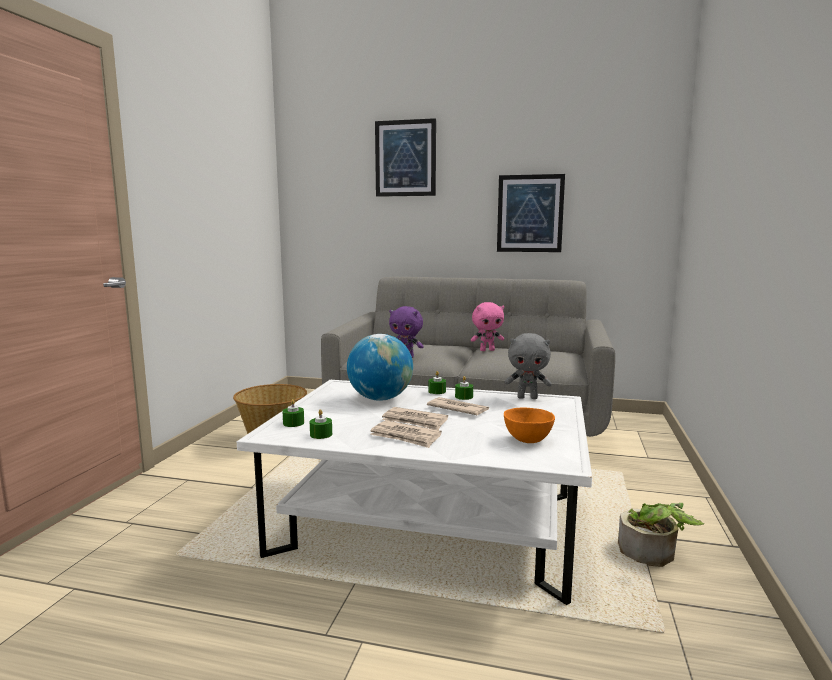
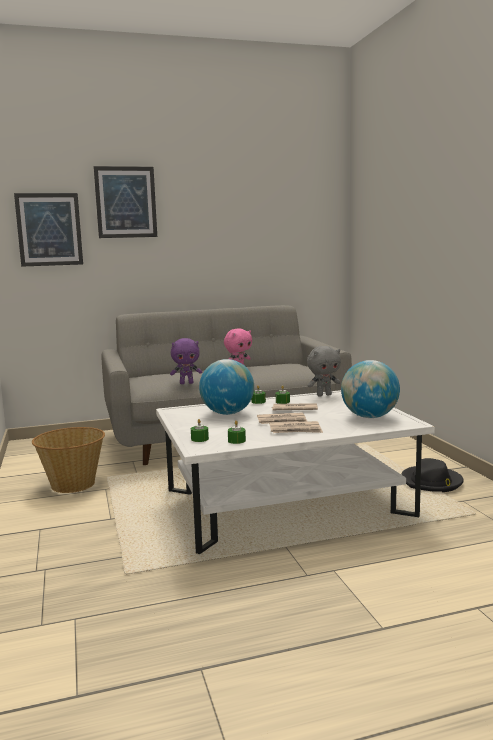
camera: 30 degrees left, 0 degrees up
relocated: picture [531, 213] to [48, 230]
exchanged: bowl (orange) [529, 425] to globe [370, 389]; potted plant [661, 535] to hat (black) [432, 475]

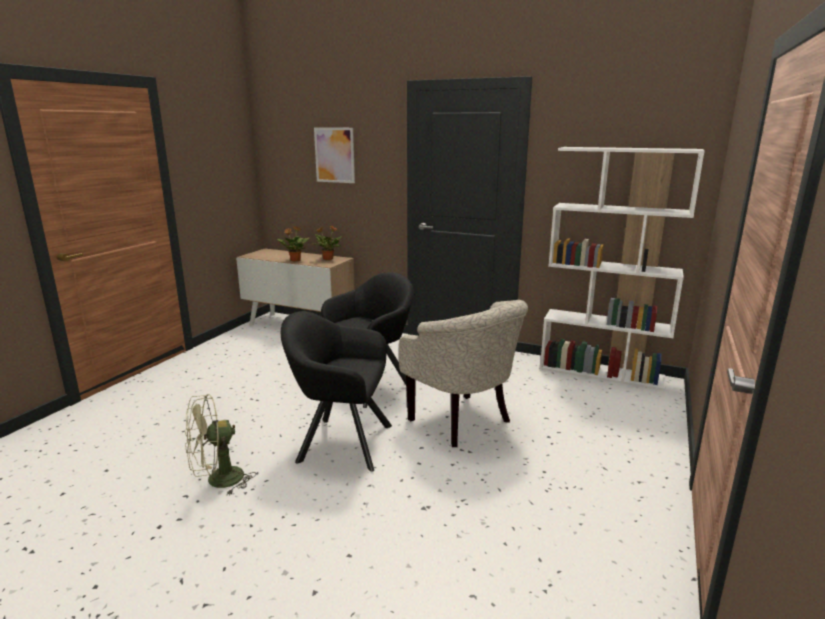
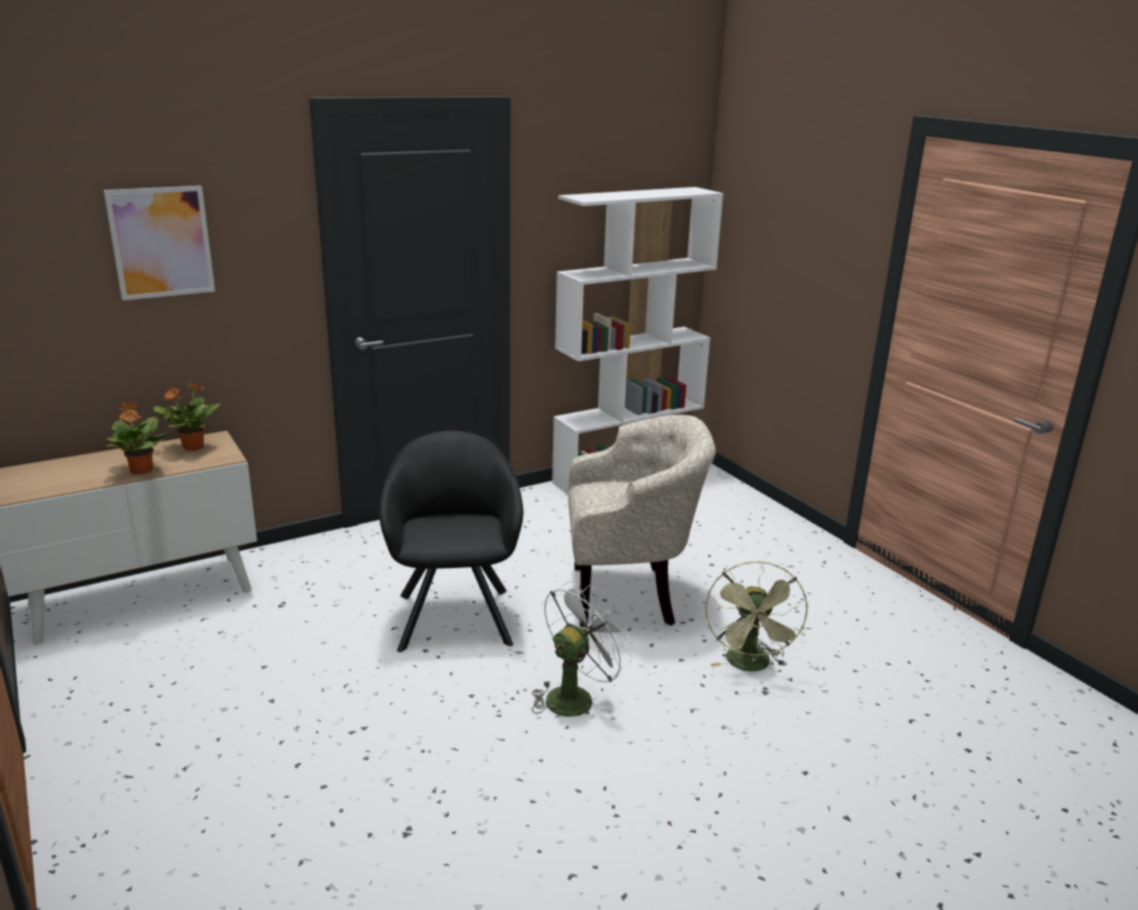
camera: 55 degrees left, 5 degrees up
relocated: fan (green) [220, 445] to [757, 616]
exchanged: armchair (black) [336, 391] to fan (white) [582, 649]

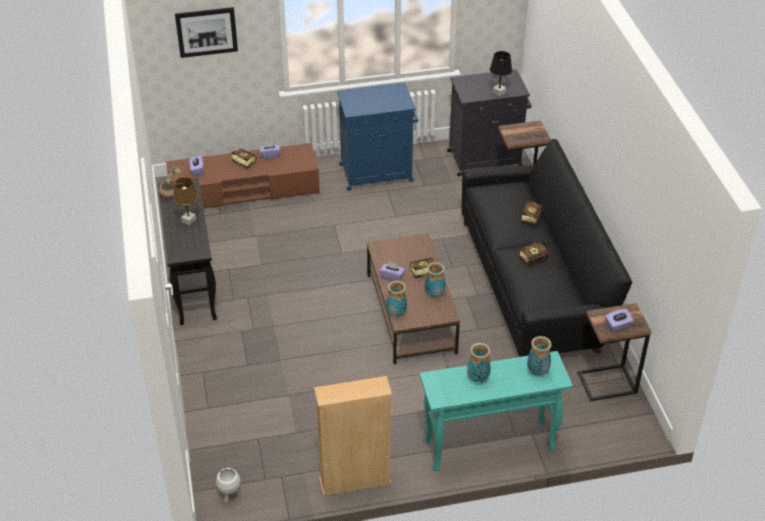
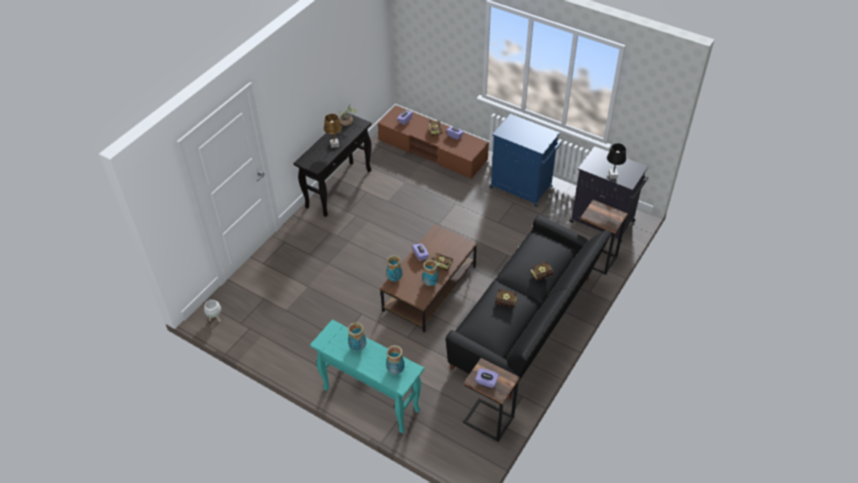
camera: 45 degrees right, 5 degrees up
missing: picture [206, 32]; bookcase (beige) [353, 436]

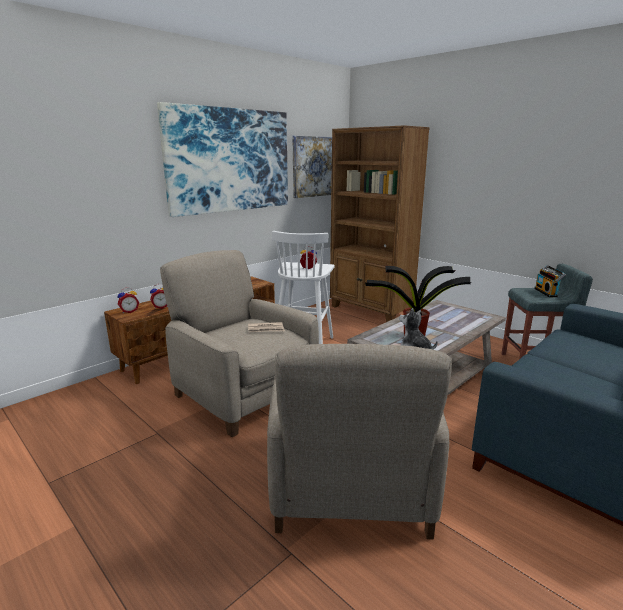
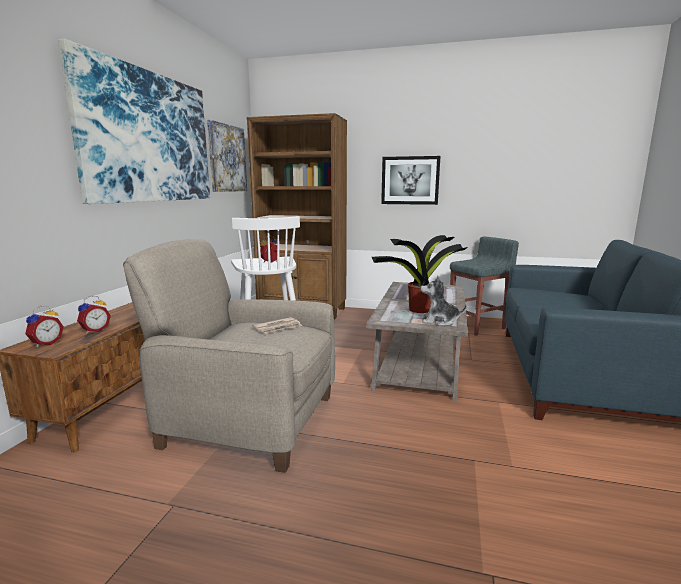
camera: 30 degrees left, 5 degrees down
missing: armchair (beige) [359, 442]; radio [550, 281]
appeared: picture [410, 180]

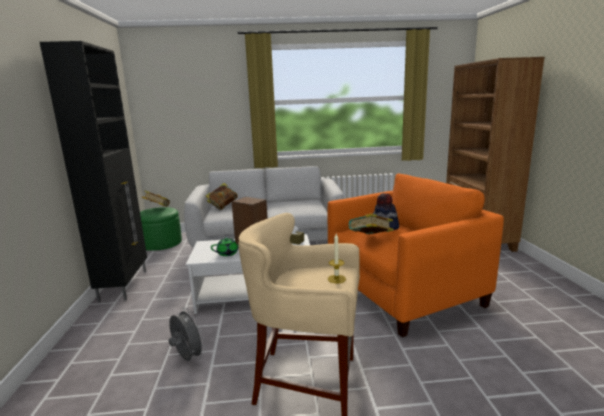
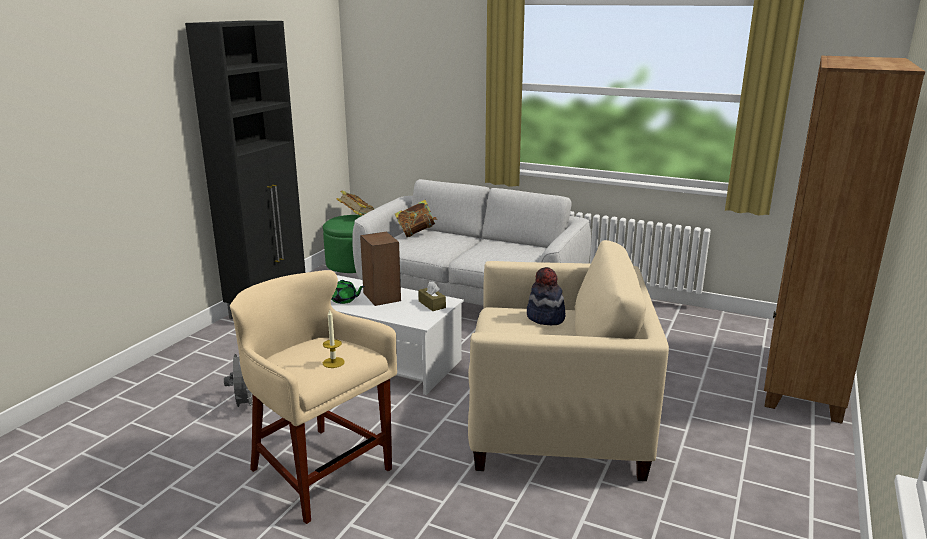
camera: 30 degrees right, 5 degrees up
missing: book [371, 223]
colour: armchair (orange) [415, 255] to armchair (beige) [568, 360]

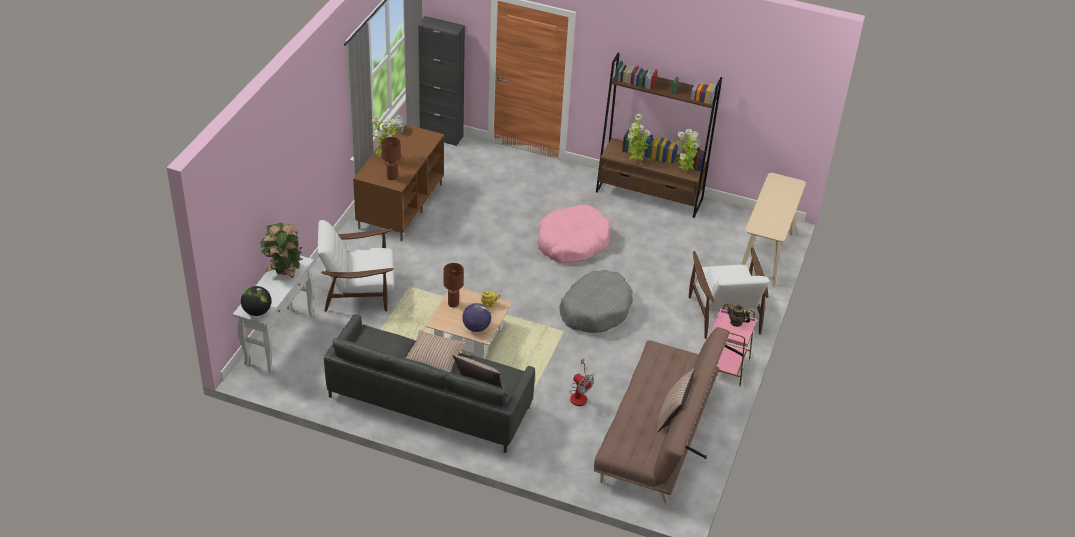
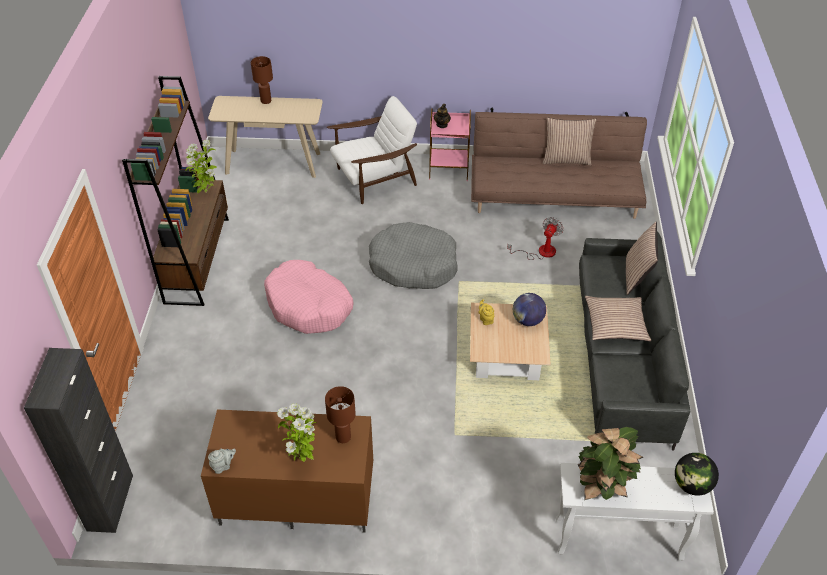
camera: 105 degrees left, 5 degrees up
missing: armchair (white) [356, 266]; potted plant [638, 137]
relocated: table lamp (brown) [453, 285] to [262, 80]

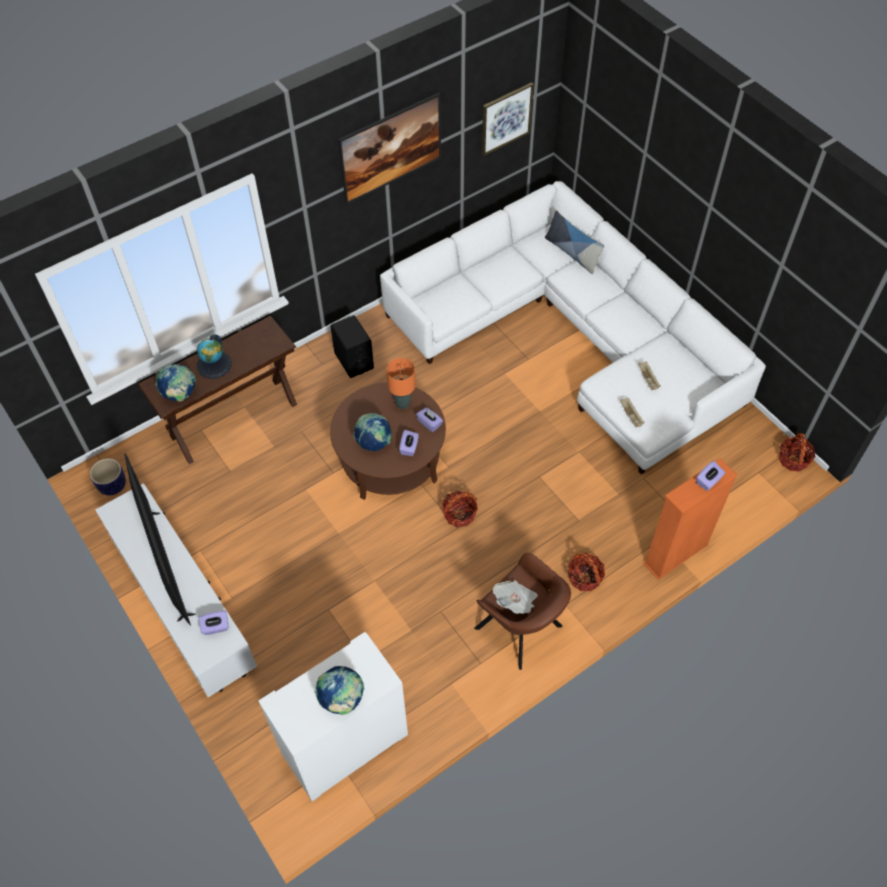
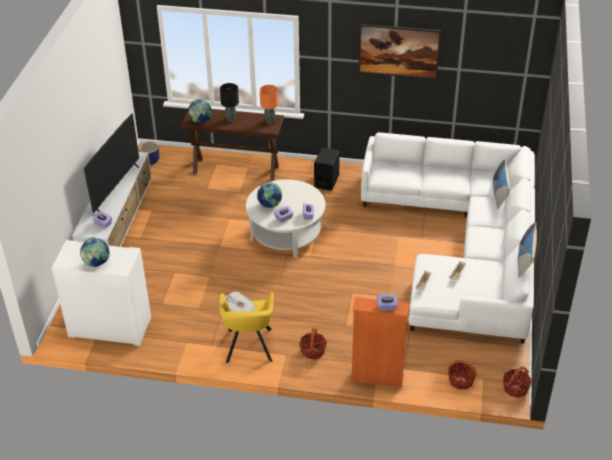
camera: 45 degrees right, 15 degrees down
missing: picture [508, 119]
appeared: pillow [527, 249]
relocated: table lamp (orange) [400, 383] to [269, 104]; basket [460, 509] to [462, 374]
exchanged: globe [214, 356] to table lamp (black) [229, 102]
colour: coffee table (brown) [388, 441] to coffee table (white) [285, 218]; armchair (brown) [522, 611] to armchair (yellow) [247, 327]

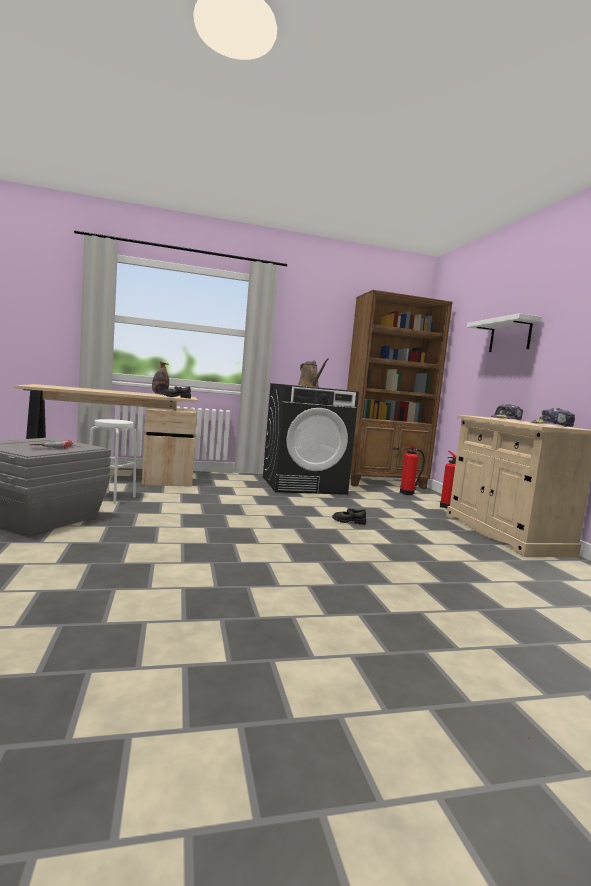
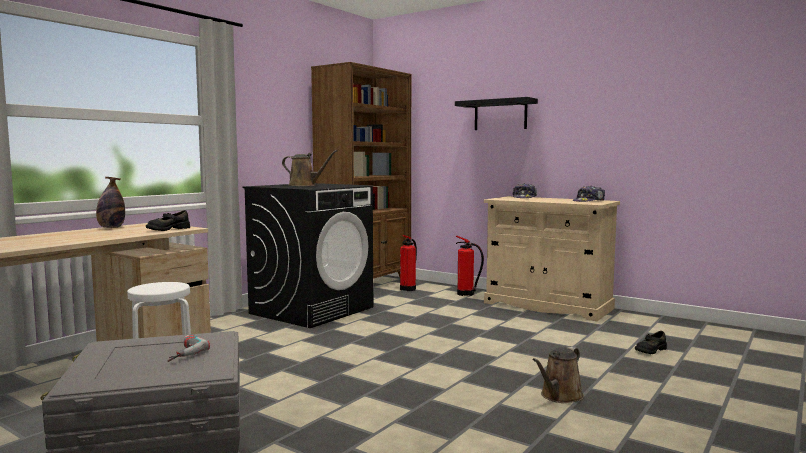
camera: 40 degrees left, 0 degrees up
appeared: watering can (brown) [558, 375]
relocated: shoe (black) [349, 517] to [651, 342]
colour: shelf (white) [504, 332] to shelf (black) [496, 113]

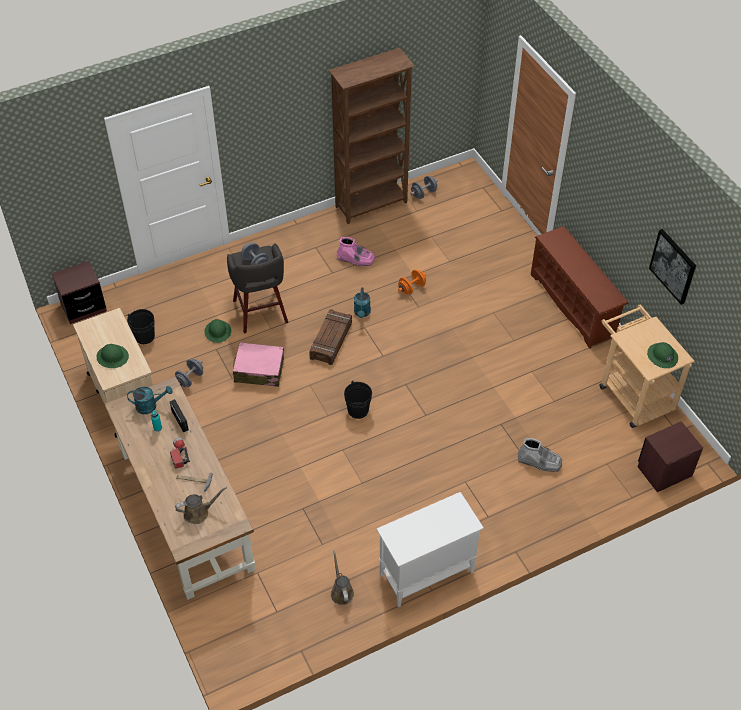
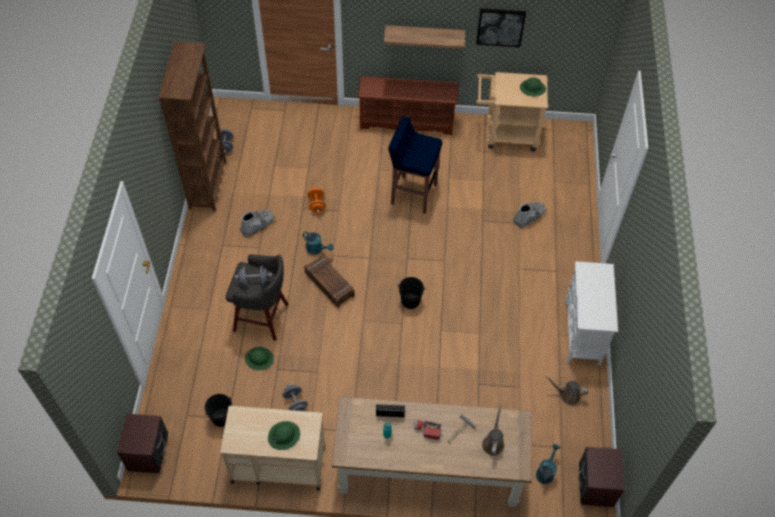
camera: 60 degrees left, 5 degrees up
missing: suitcase (pink) [258, 364]
appeared: shelf [424, 37]; stool (blue) [415, 165]
relocated: watering can (turquoise) [150, 400] to [548, 464]; nightstand (brown) [670, 456] to [601, 477]
colour: boot (pink) [355, 251] to boot (grey) [257, 223]

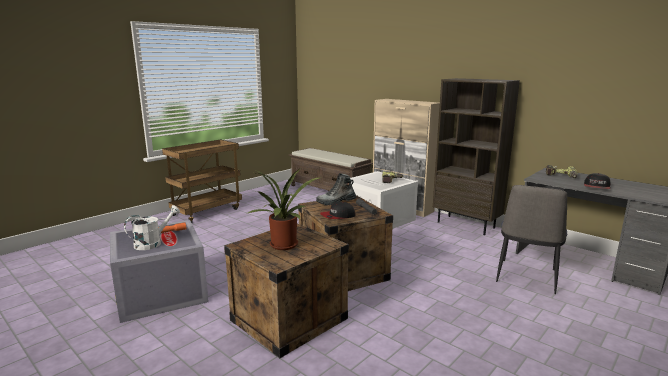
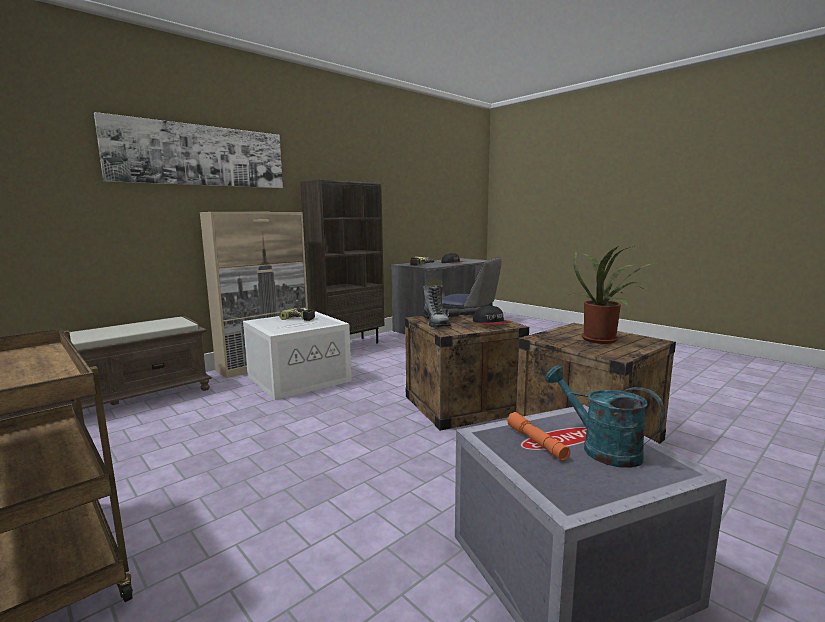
camera: 85 degrees left, 5 degrees down
appeared: picture [188, 150]
colour: watering can (white) [152, 227] to watering can (turquoise) [605, 416]

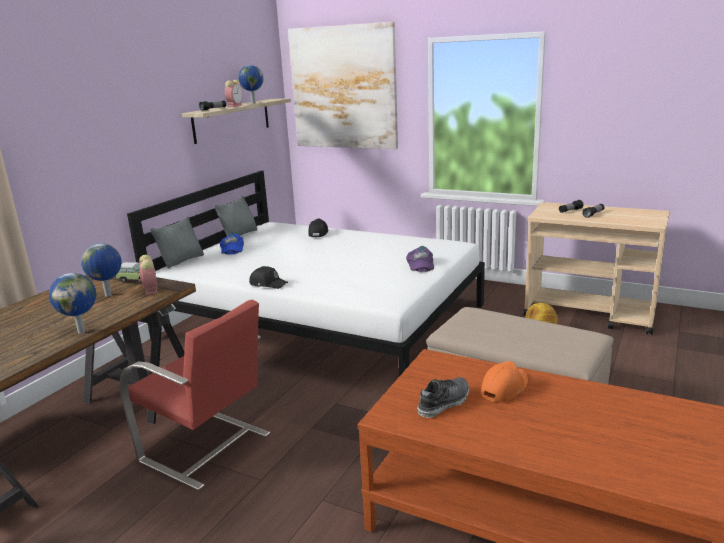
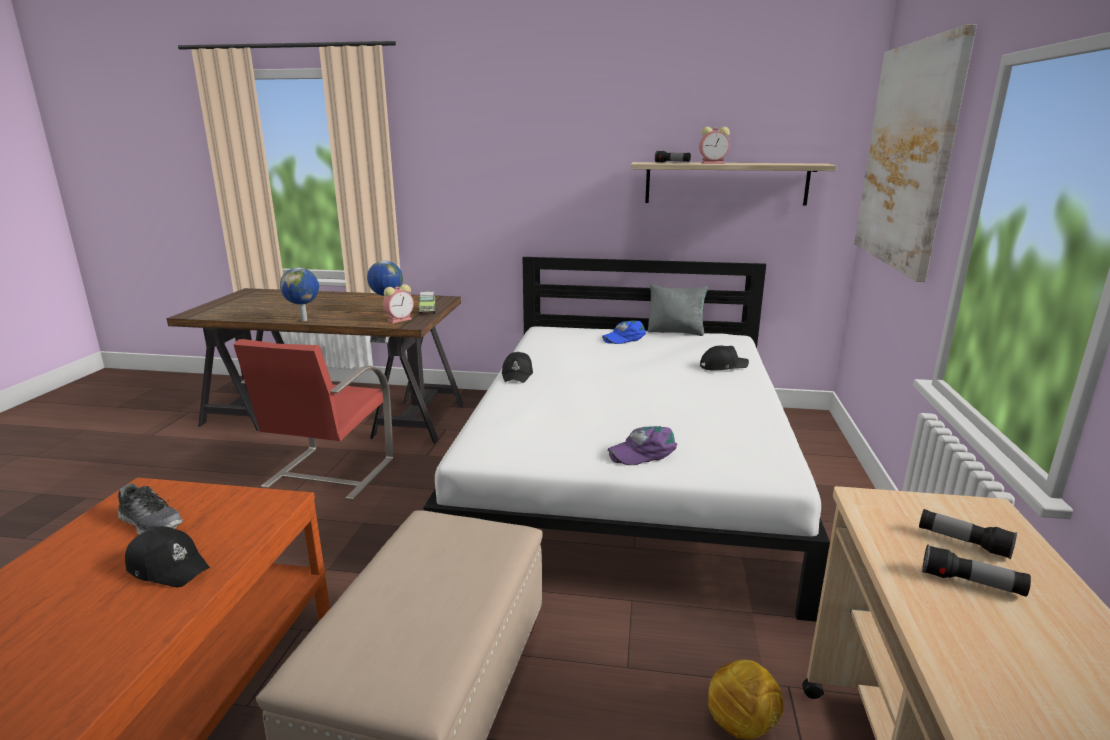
camera: 70 degrees right, 0 degrees up
missing: pillow (grey) [177, 242]; globe [250, 84]
colour: cap (orange) [504, 381] to cap (black) [167, 556]

